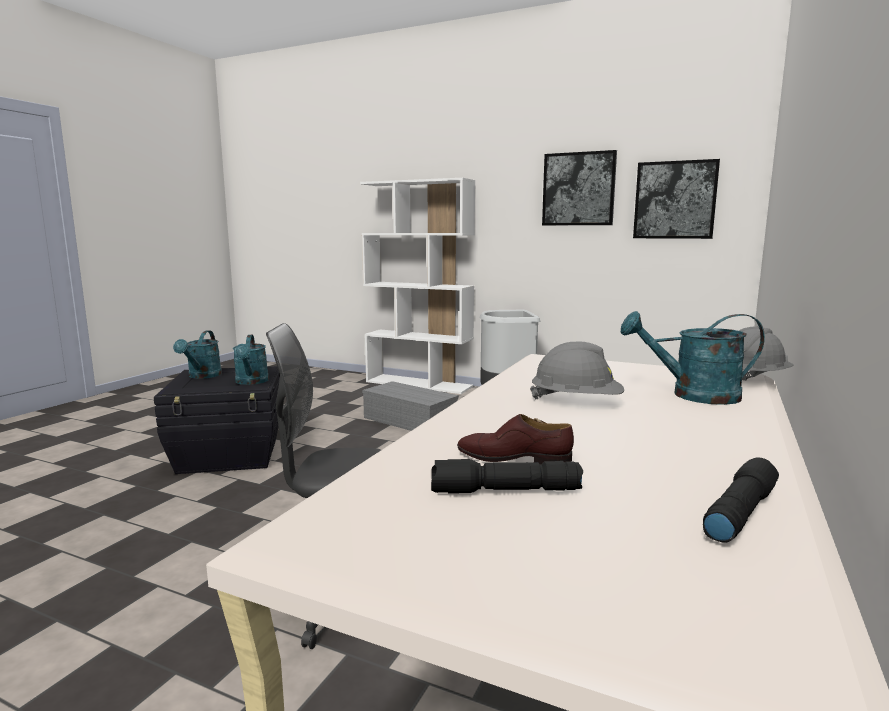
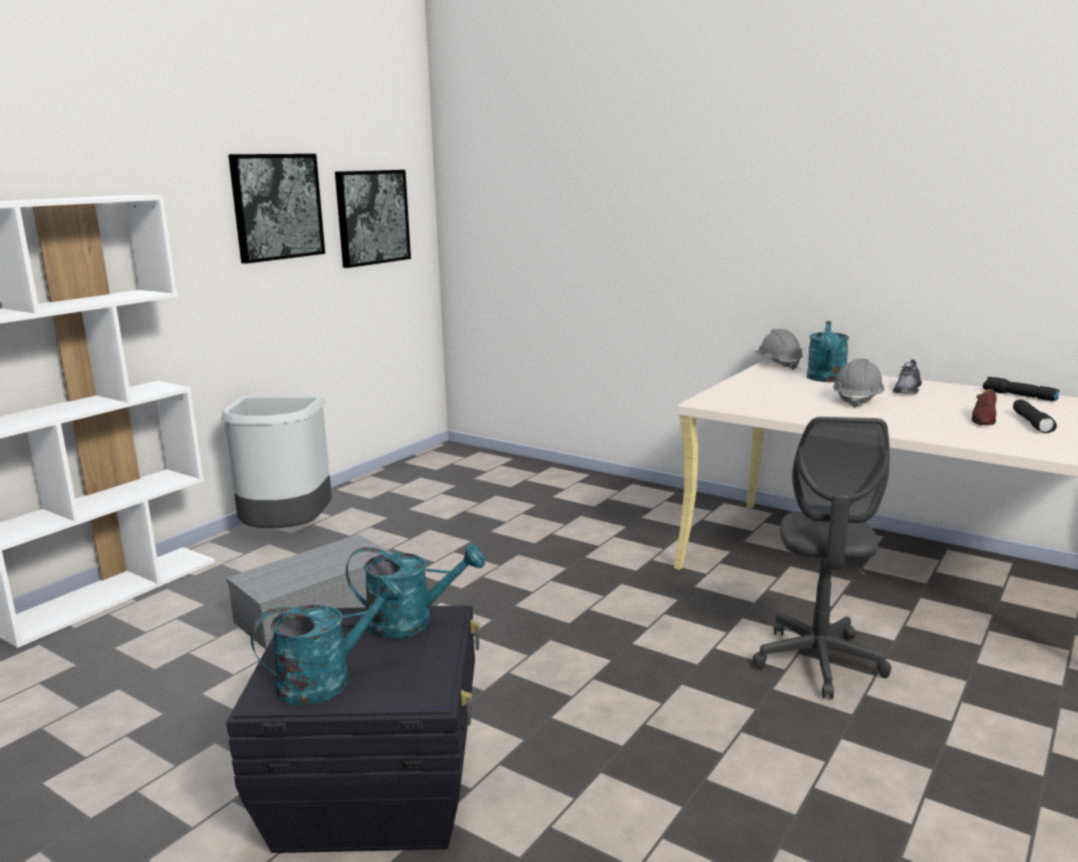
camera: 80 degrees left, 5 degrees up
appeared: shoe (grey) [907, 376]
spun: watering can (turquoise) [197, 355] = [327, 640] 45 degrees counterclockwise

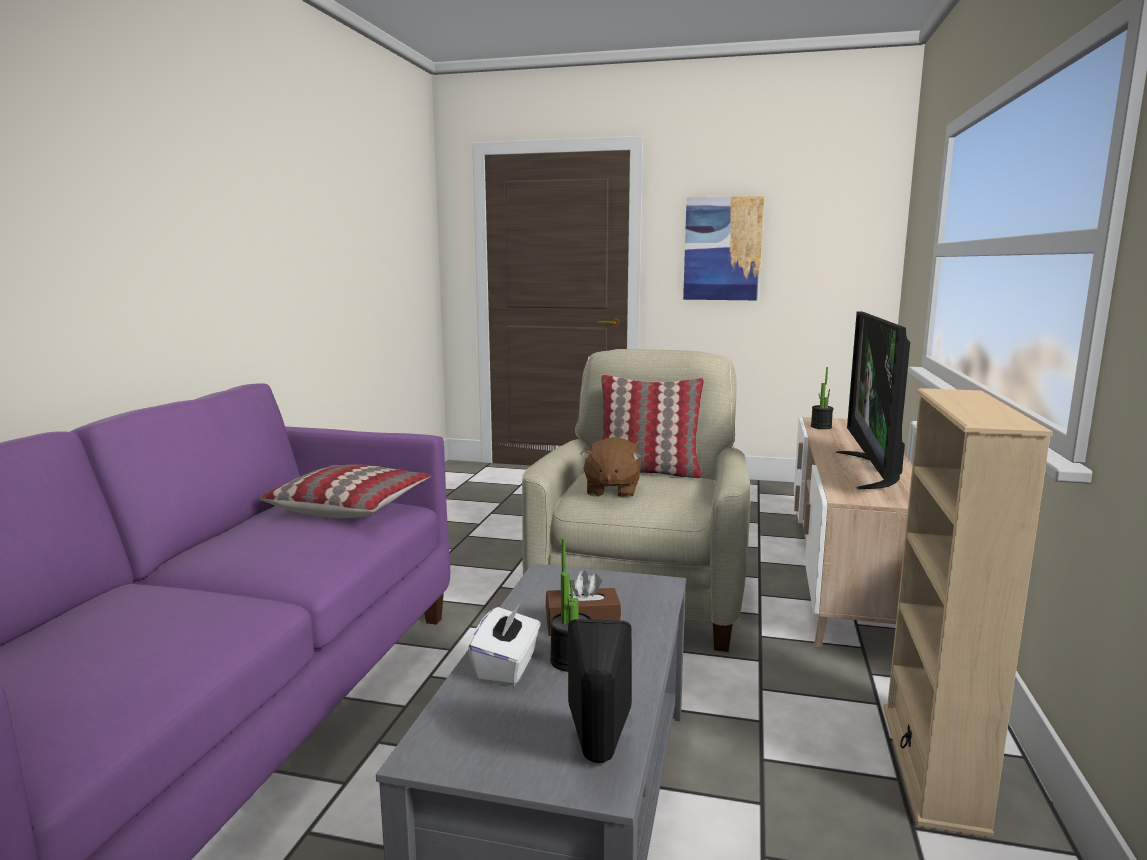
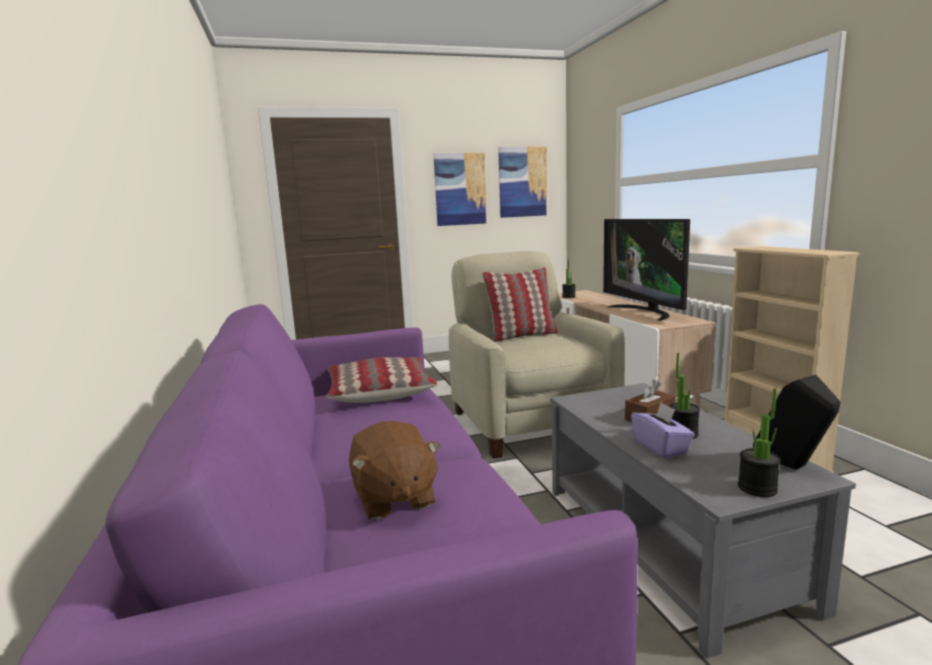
camera: 30 degrees left, 0 degrees up
appeared: picture [522, 182]; potted plant [759, 442]
relocated: plush toy (brown) [611, 467] to [395, 470]
colour: tissue box (white) [504, 644] to tissue box (purple) [663, 430]

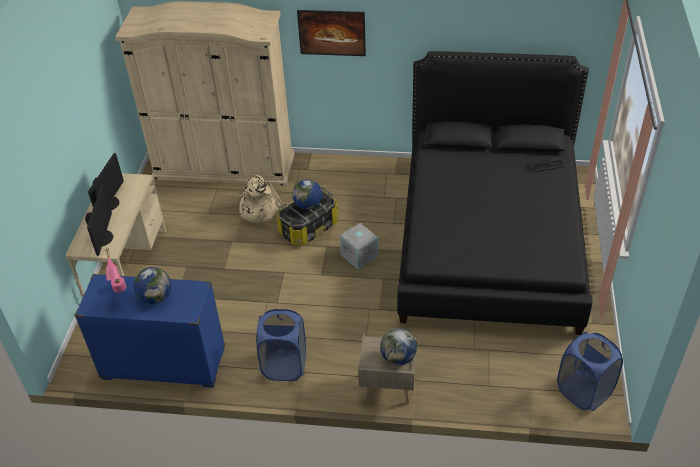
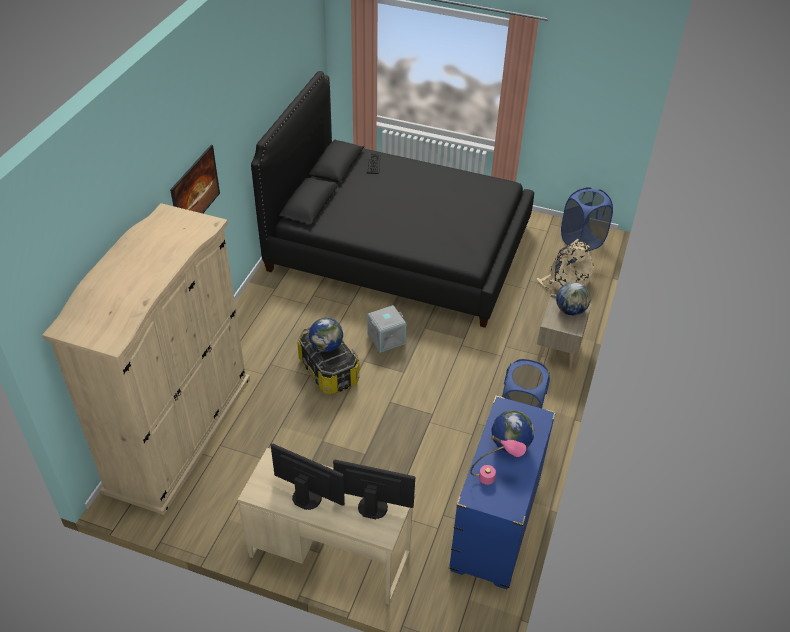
camera: 80 degrees left, 0 degrees up
relocated: backpack (beige) [261, 199] to [565, 264]

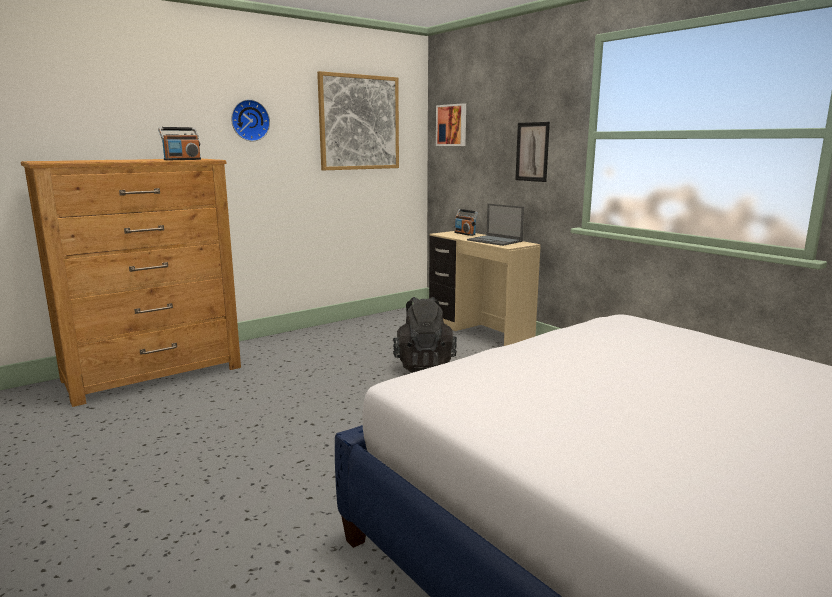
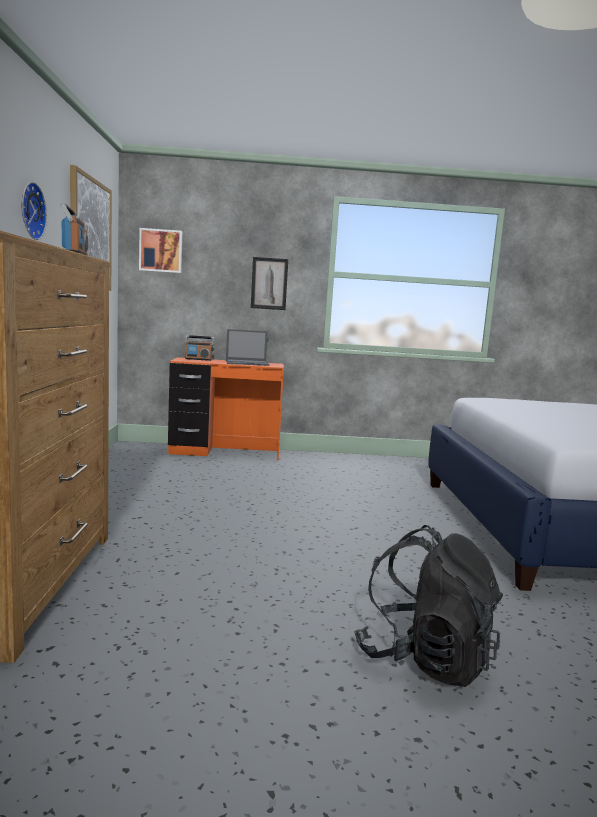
camera: 55 degrees left, 5 degrees down
relocated: backpack (black) [425, 335] to [428, 606]
colour: desk (beige) [485, 288] to desk (orange) [226, 409]

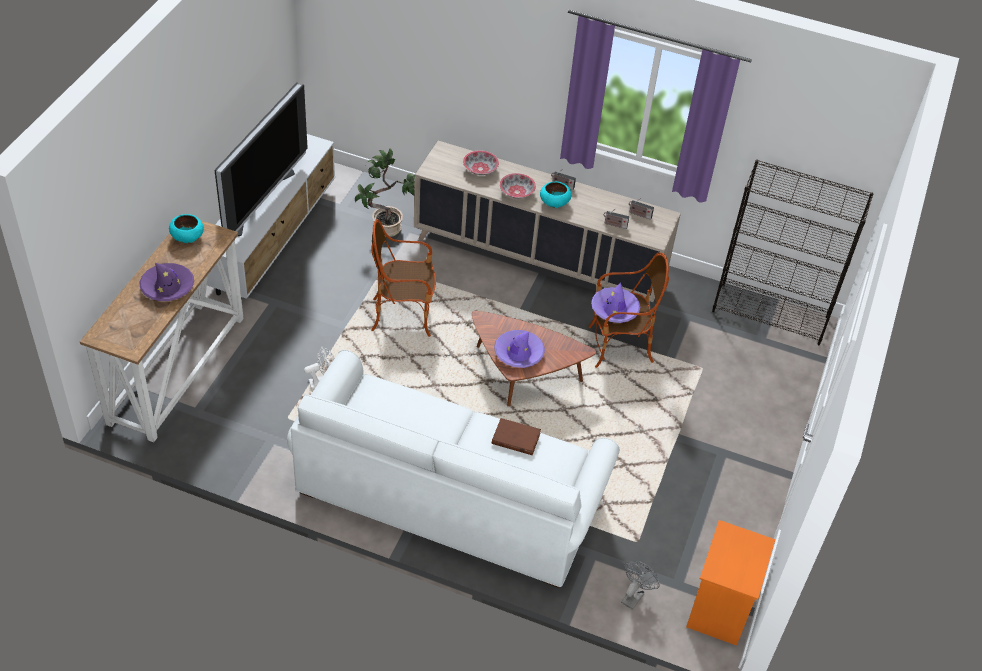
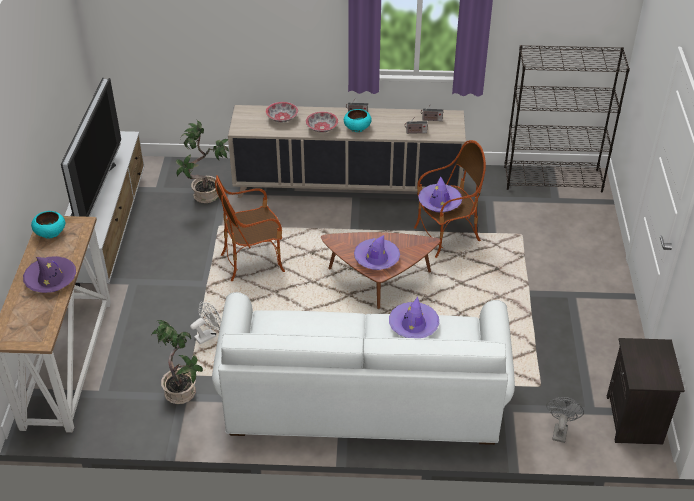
camera: 15 degrees left, 5 degrees down
appeared: potted plant [177, 362]
exchanged: book (brown) [516, 436] to hat (purple) [414, 317]
colour: nightstand (orange) [730, 583] to nightstand (black) [646, 391]

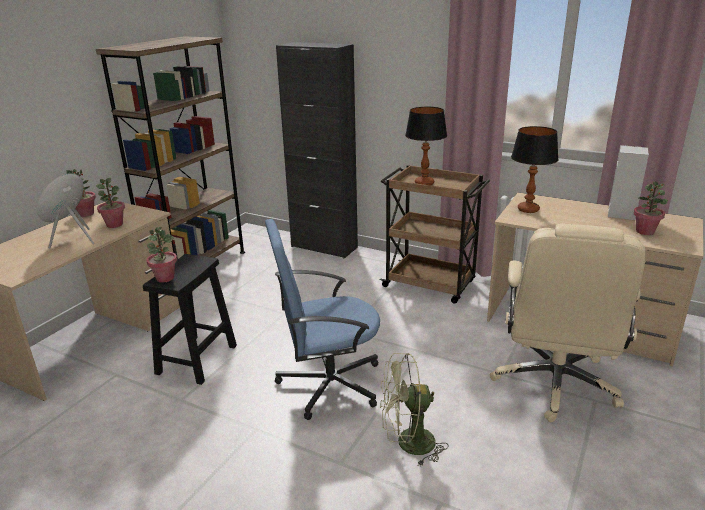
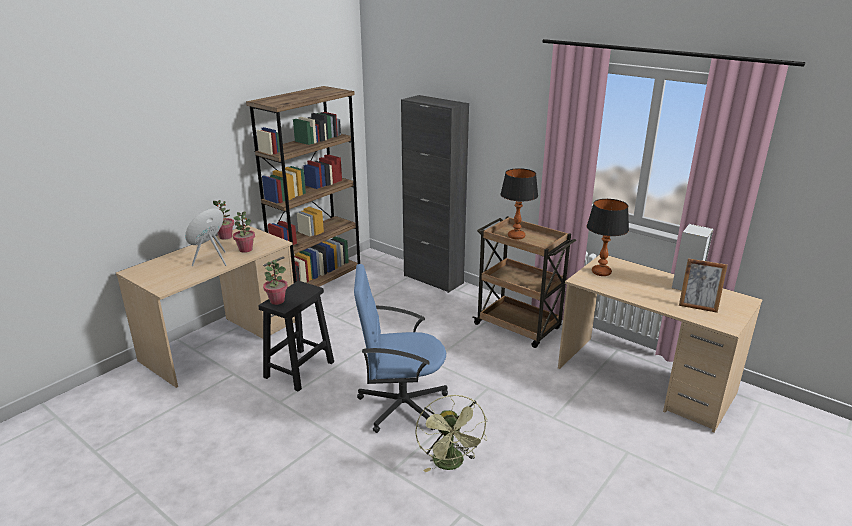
camera: 10 degrees right, 0 degrees up
missing: office chair (beige) [568, 323]
exchanged: potted plant [650, 208] to picture frame [703, 285]
spun: fan (green) [414, 410] = [451, 434] 105 degrees counterclockwise

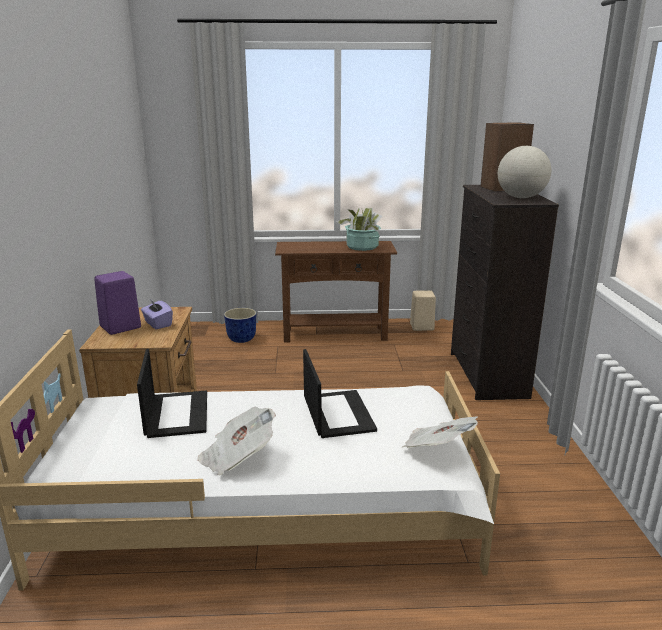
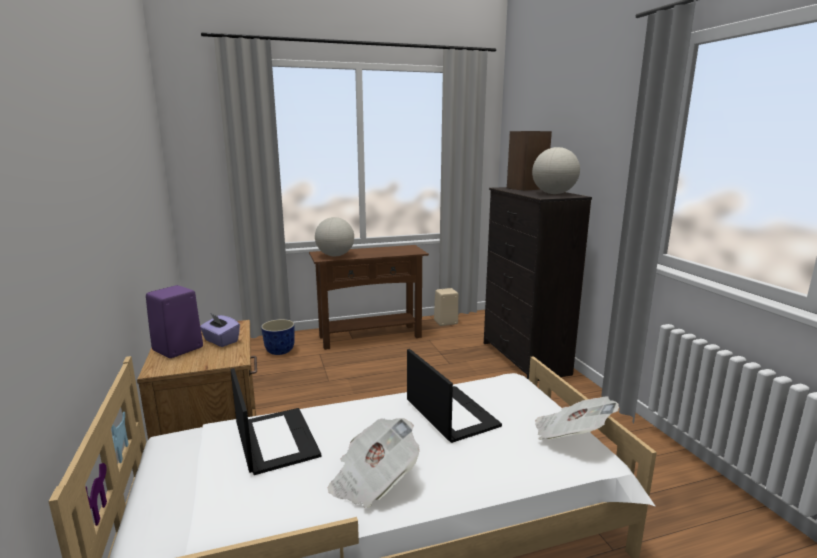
camera: 15 degrees left, 5 degrees down
missing: potted plant [359, 229]
appeared: globe [334, 236]

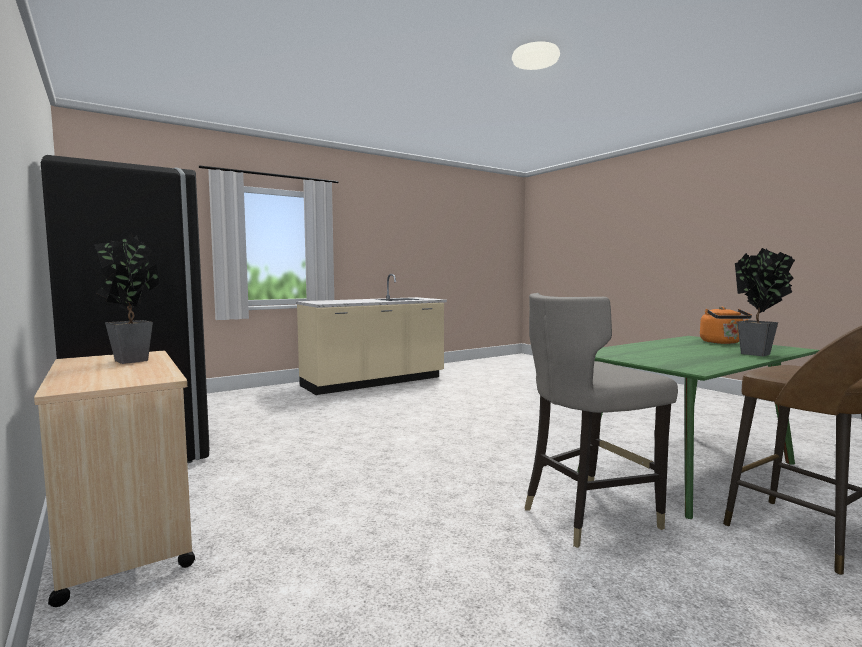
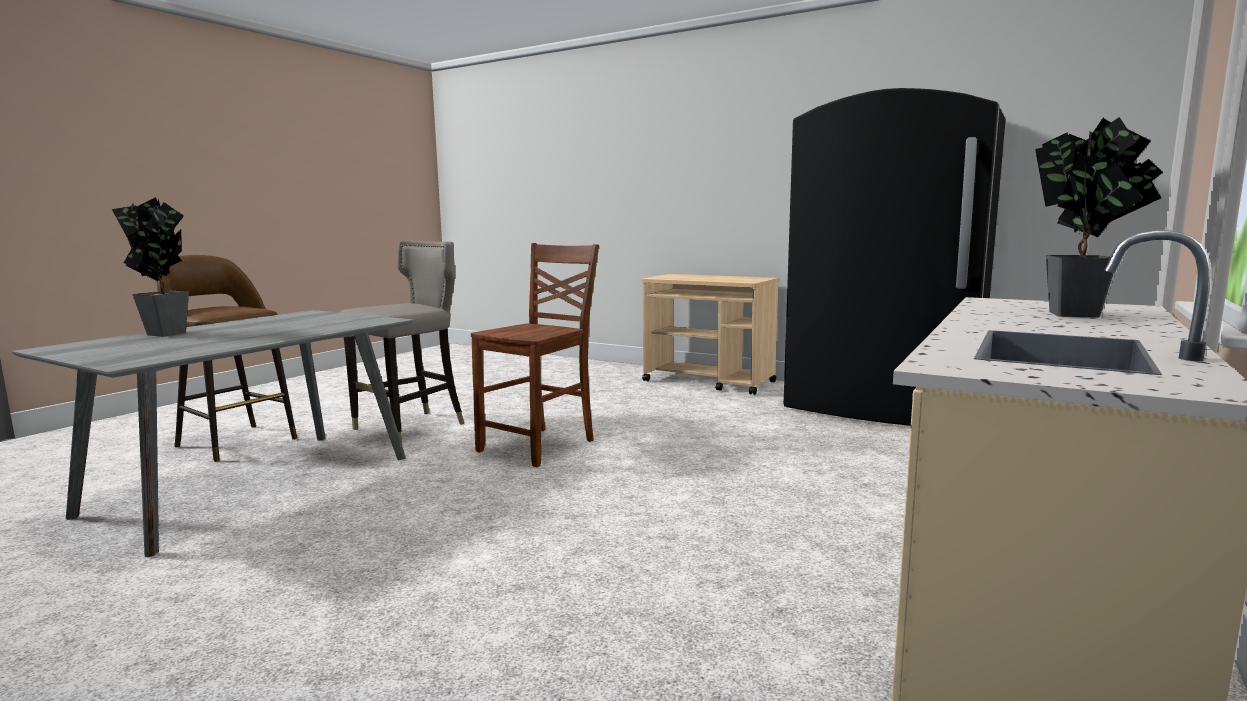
camera: 155 degrees right, 5 degrees up
missing: kettle (orange) [726, 325]
appeared: chair (brown) [535, 355]
relocated: potted plant [127, 299] to [1099, 217]
colour: dining table (green) [698, 427] to dining table (grey) [213, 433]

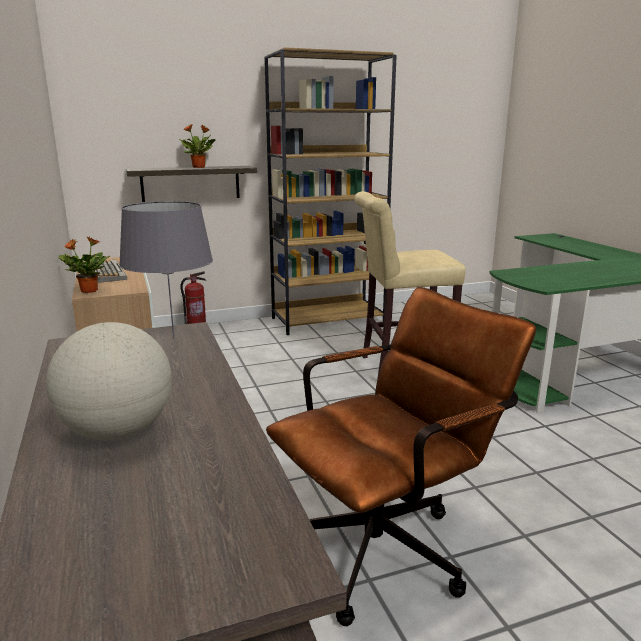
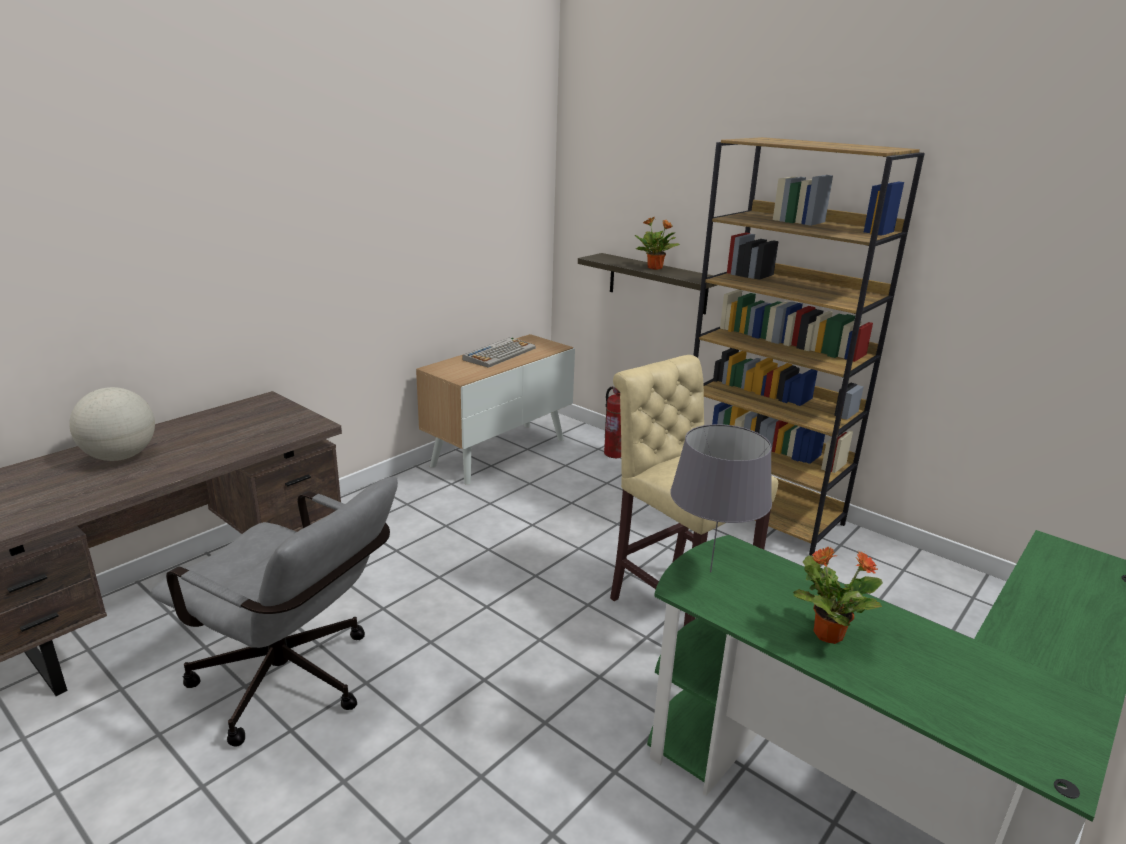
camera: 60 degrees right, 5 degrees up
relocated: potted plant [84, 264] to [838, 595]; table lamp (grey) [166, 270] to [721, 498]
colour: office chair (brown) [401, 456] to office chair (grey) [274, 612]

